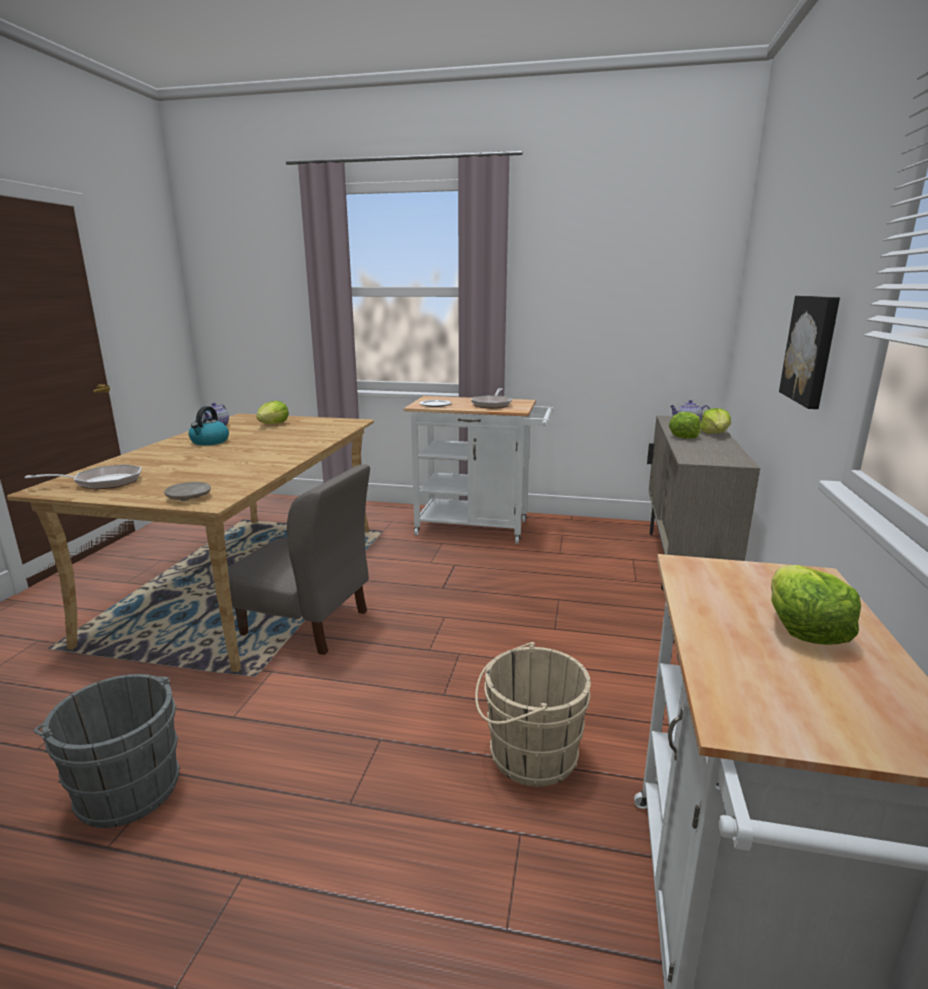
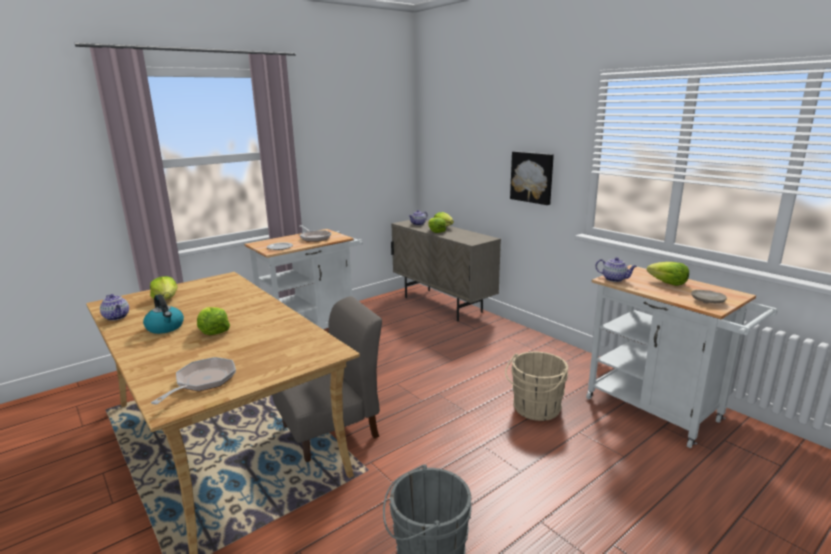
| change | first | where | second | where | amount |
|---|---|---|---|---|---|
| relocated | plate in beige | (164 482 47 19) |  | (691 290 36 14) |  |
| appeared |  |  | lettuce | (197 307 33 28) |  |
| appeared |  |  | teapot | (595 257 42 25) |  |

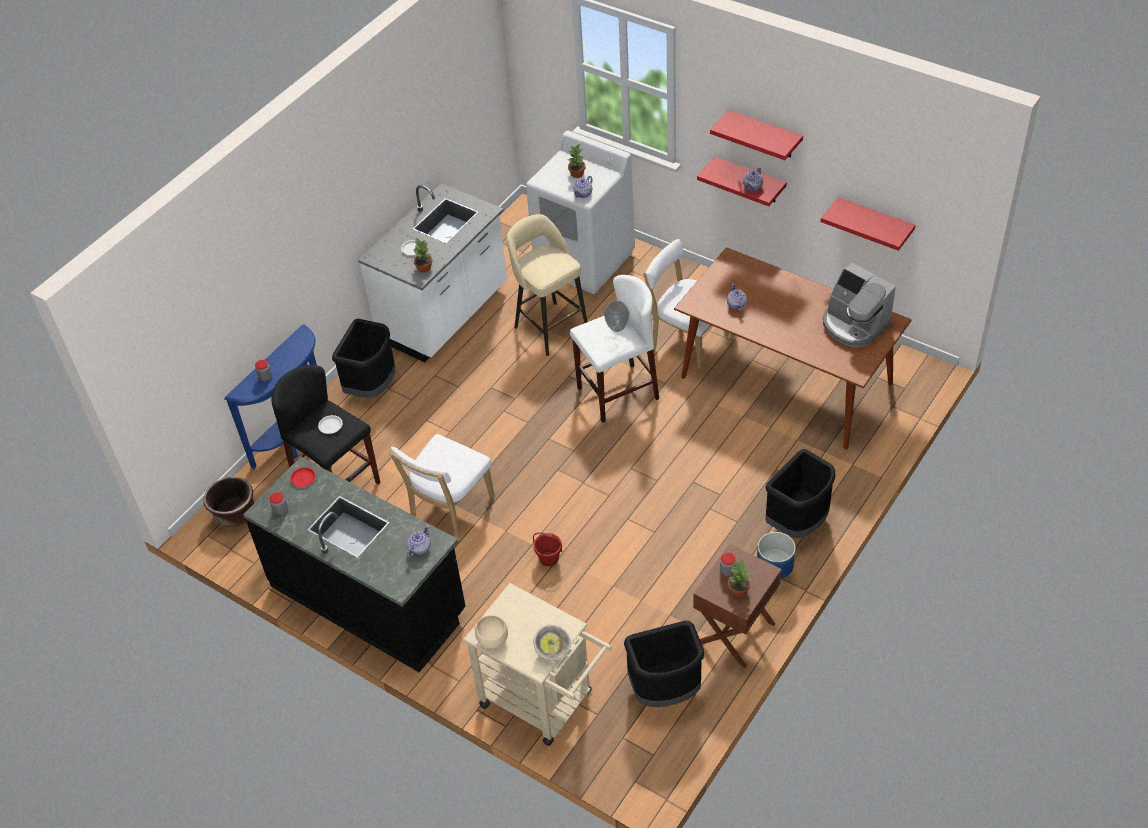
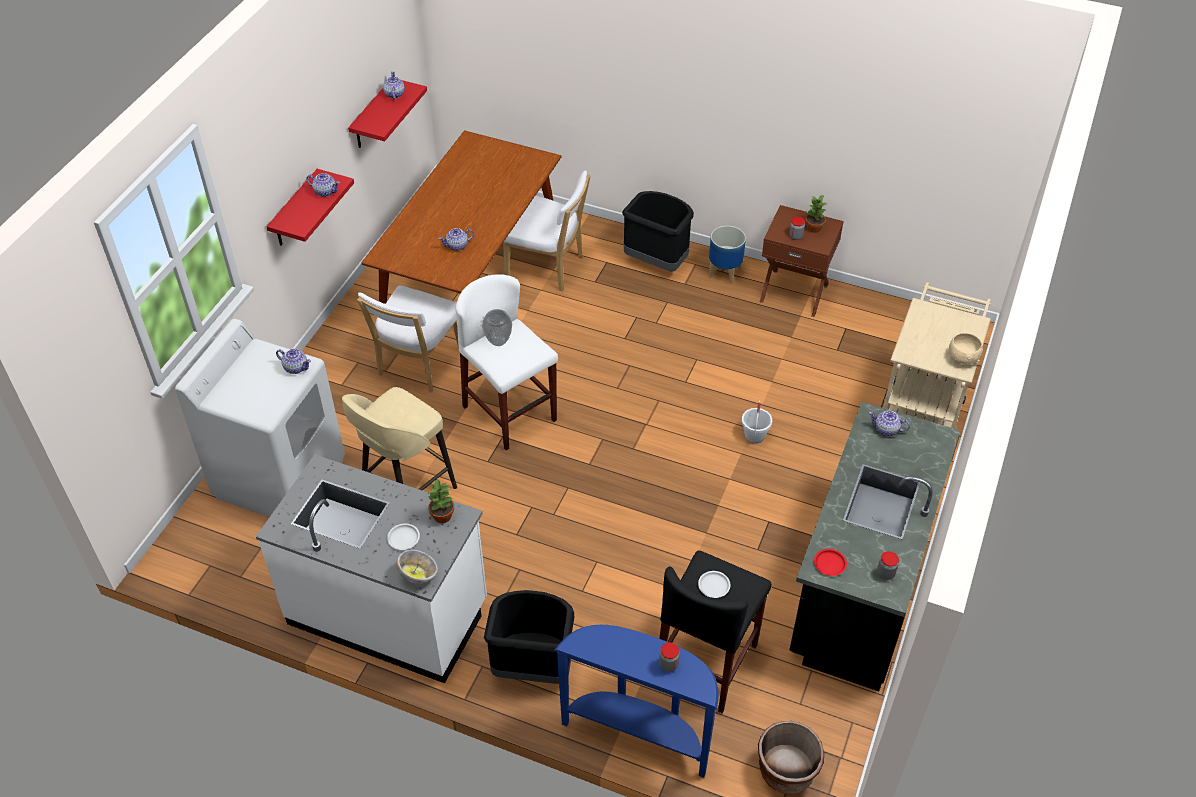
| change | first | where | second | where | amount |
|---|---|---|---|---|---|
| relocated | chair in white | (389 434 106 105) |  | (503 170 87 122) |  |
| colour | bucket in red | (533 532 29 34) | bucket in white | (742 401 30 43) |  |
| relocated | bowl | (534 625 37 36) |  | (397 549 41 35) |  |
| missing | potted plant | (568 144 18 34) |  |  |  |
| missing | trash can in black | (624 621 80 86) |  |  |  |
| missing | shelf in red | (710 110 93 50) |  |  |  |
| missing | coffee machine | (823 263 73 84) |  |  |  |
| appeared |  |  | teapot | (383 71 22 28) |  |

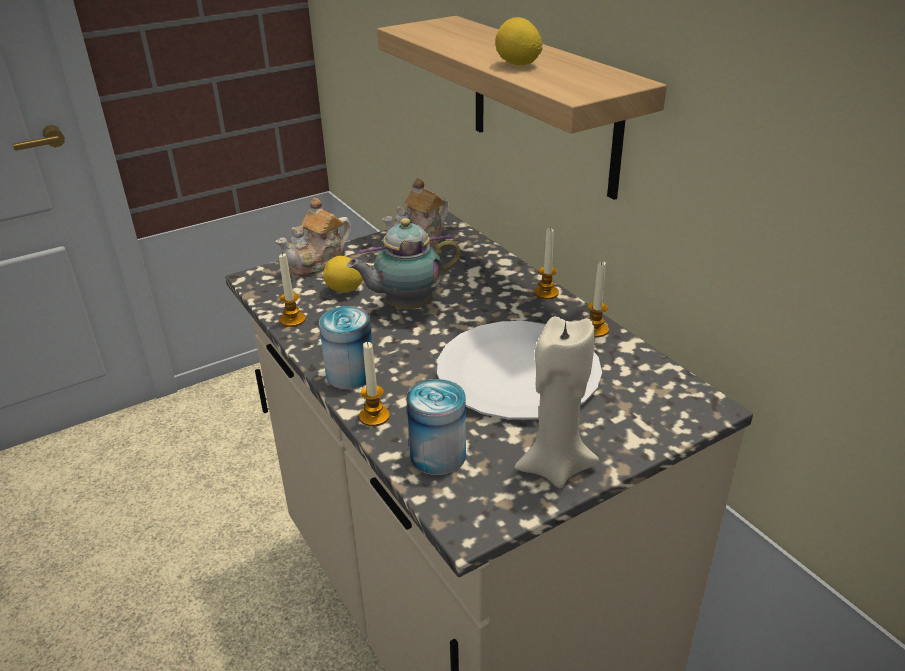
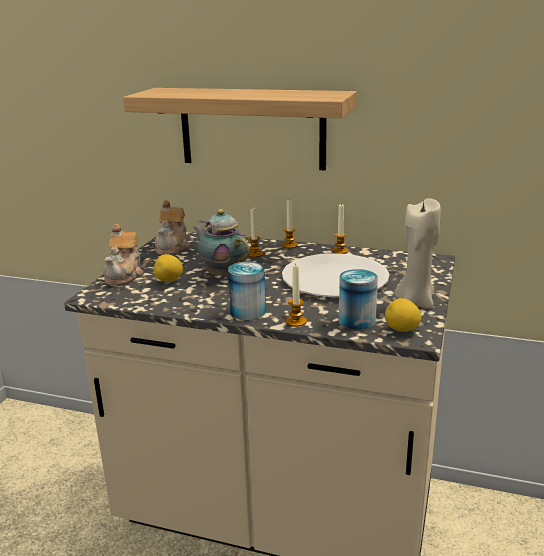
| change | first | where | second | where | amount |
|---|---|---|---|---|---|
| relocated | candle | (279 253 27 74) |  | (248 207 15 51) |  |
| spun | teapot | (347 218 114 91) |  | (193 209 57 69) | 105 degrees clockwise |
| relocated | lemon | (495 17 47 49) |  | (385 298 36 34) |  |

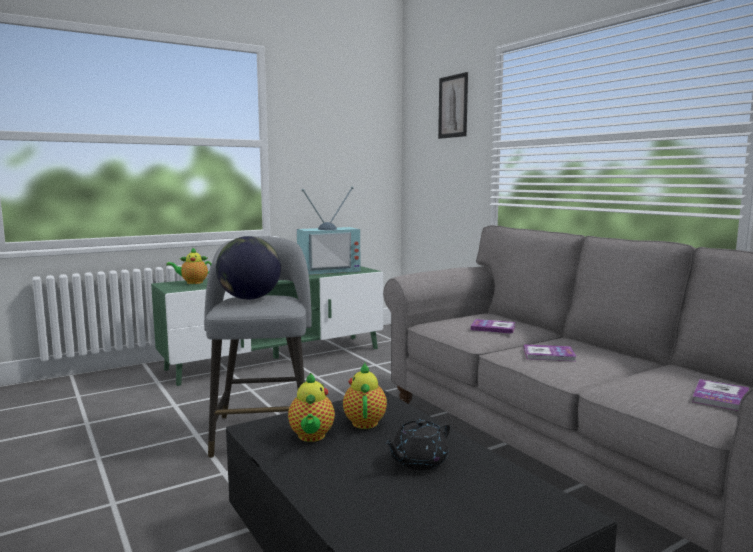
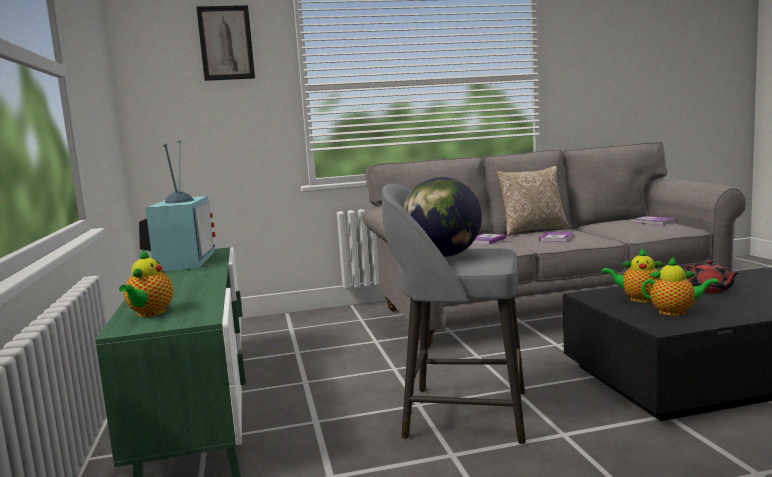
| change | first | where | second | where | amount |
|---|---|---|---|---|---|
| colour | teapot in black | (384 419 66 51) | teapot in red | (685 260 54 33) |  |
| appeared |  |  | pillow | (496 166 74 70) |  |

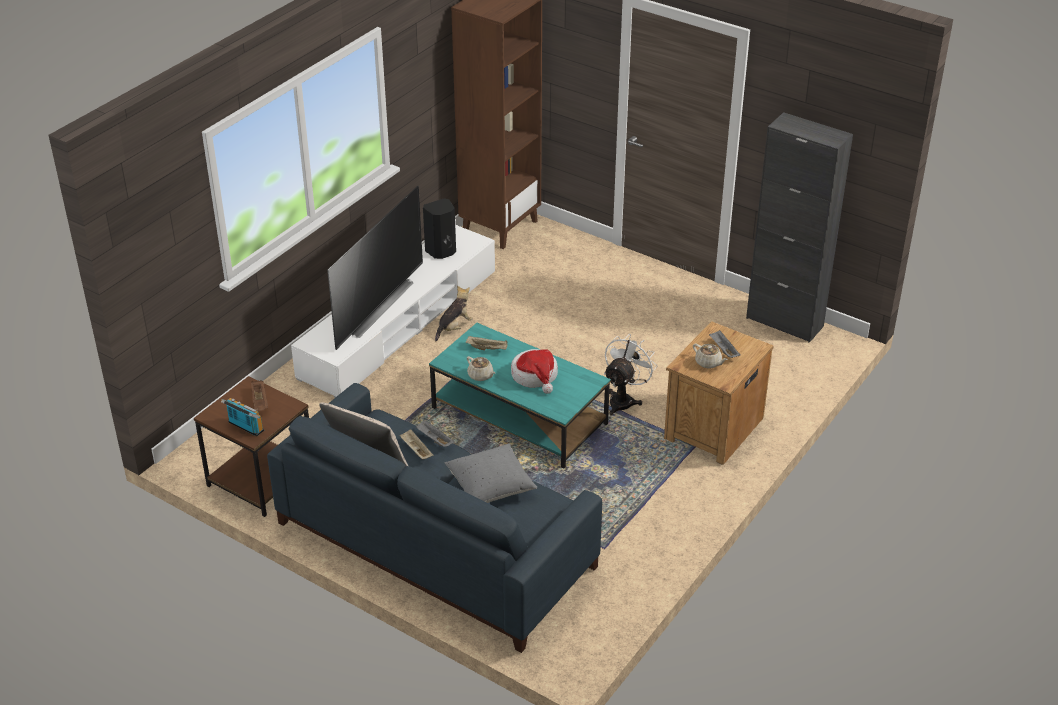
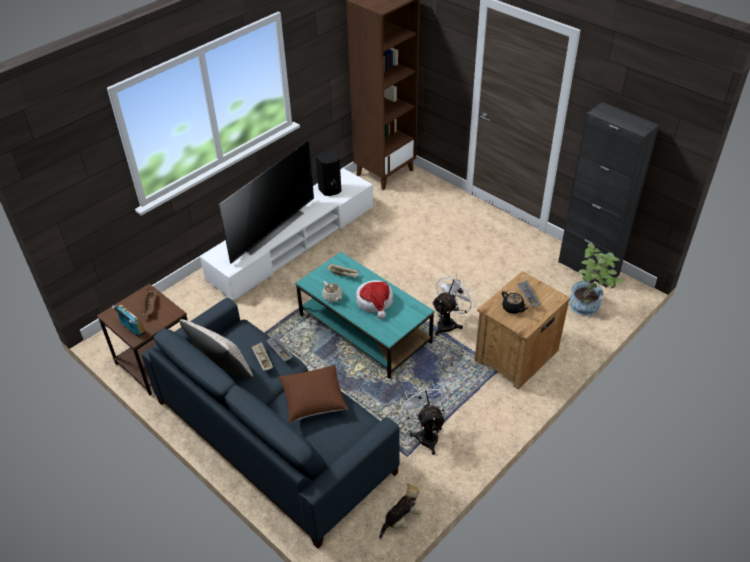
| change | first | where | second | where | amount |
|---|---|---|---|---|---|
| relocated | plush toy | (435 286 38 55) |  | (379 483 42 56) |  |
| colour | pillow in grey | (445 444 92 59) | pillow in brown | (279 365 69 58) |  |
| colour | teapot in beige | (693 344 35 25) | teapot in black | (502 291 26 23) |  |
| appeared |  |  | fan in white | (400 381 50 74) |  |
| appeared |  |  | potted plant | (570 243 54 73) |  |

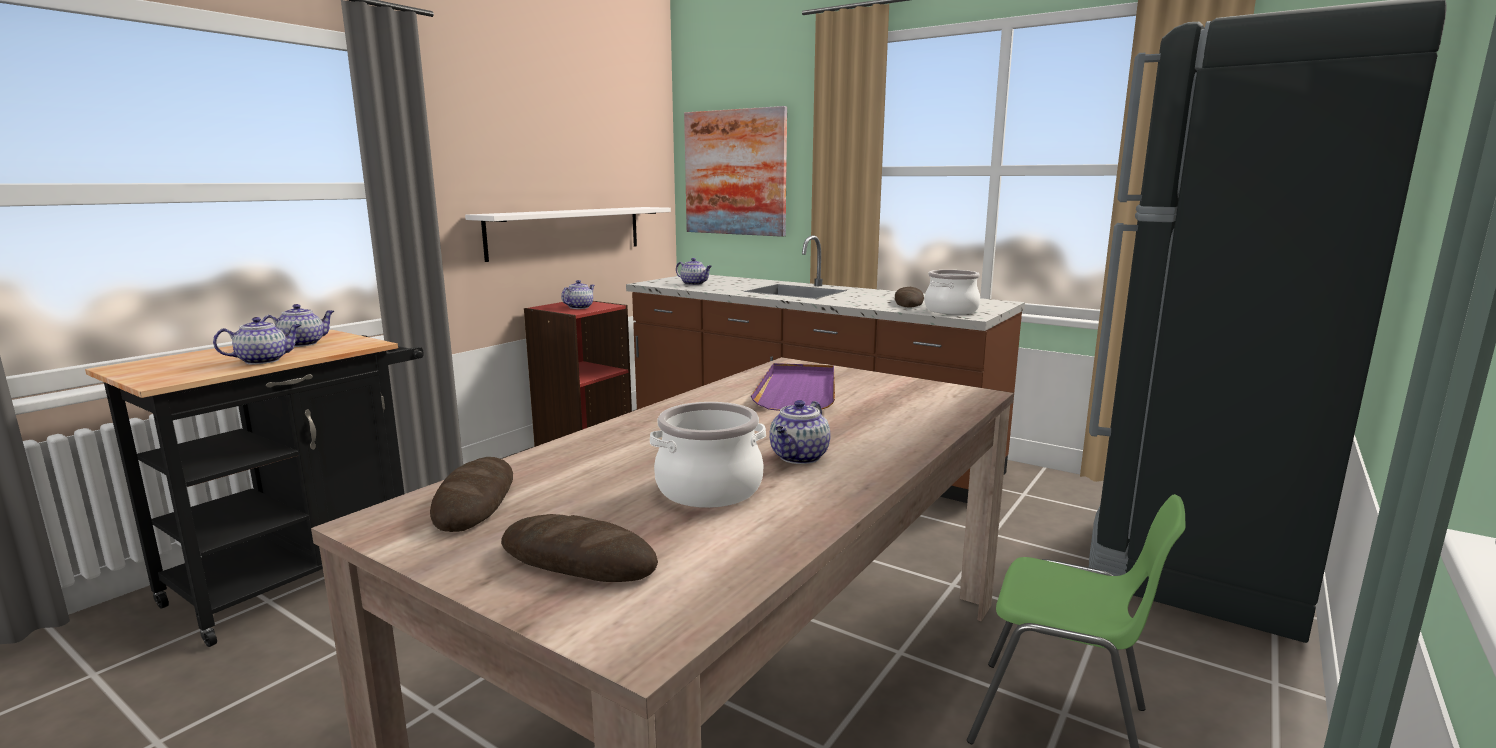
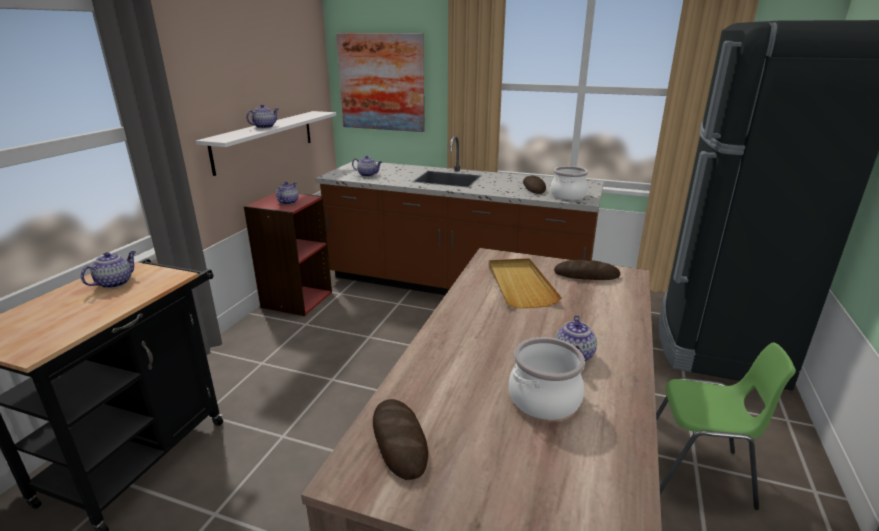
| change | first | where | second | where | amount |
|---|---|---|---|---|---|
| relocated | teapot | (213 317 88 48) |  | (246 104 32 24) |  |
| relocated | bread | (501 514 157 68) |  | (554 260 66 20) |  |
| colour | tray in purple | (751 363 84 48) | tray in beige | (488 258 74 50) |  |

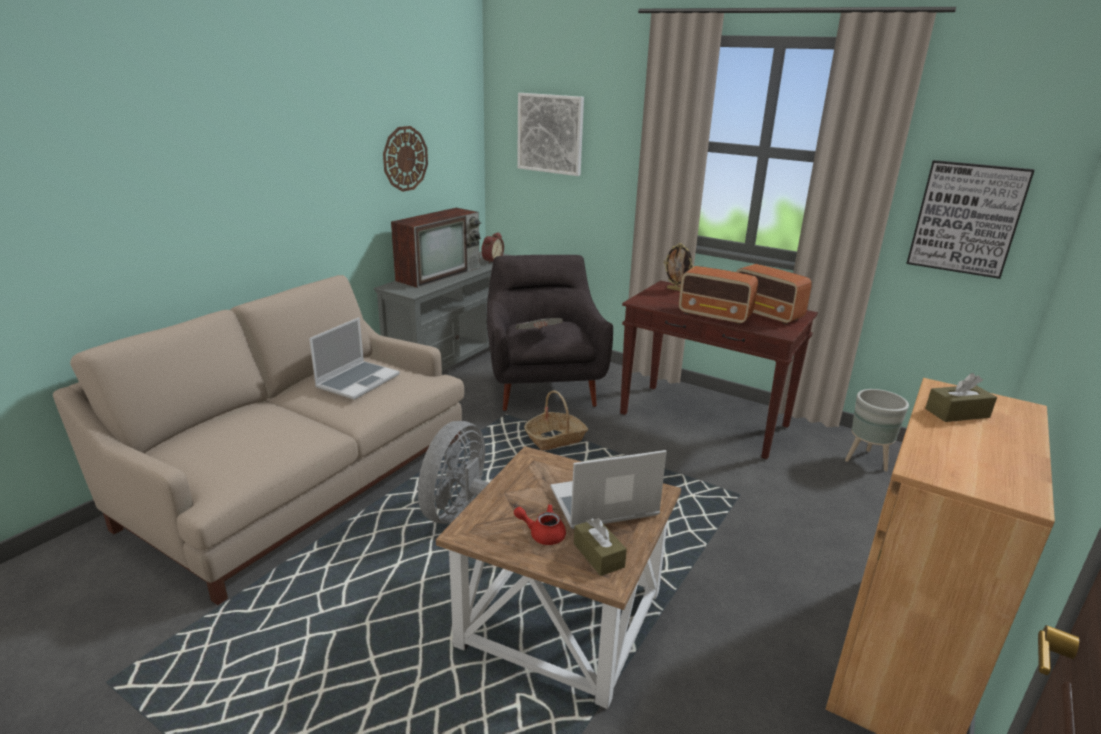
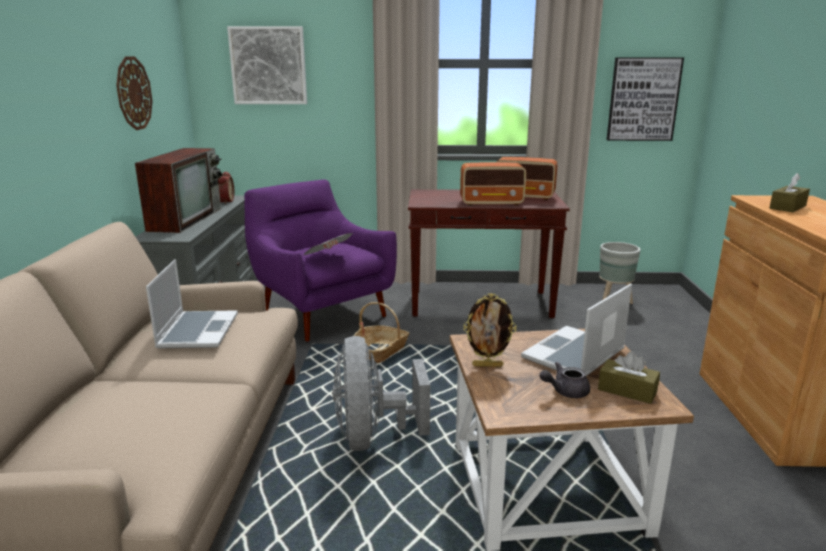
| change | first | where | second | where | amount |
|---|---|---|---|---|---|
| colour | armchair in grey | (487 255 126 156) | armchair in purple | (244 180 153 162) |  |
| colour | teapot in red | (514 504 52 41) | teapot in grey | (540 362 50 36) |  |
| relocated | picture frame | (664 243 29 48) |  | (463 293 53 74) |  |

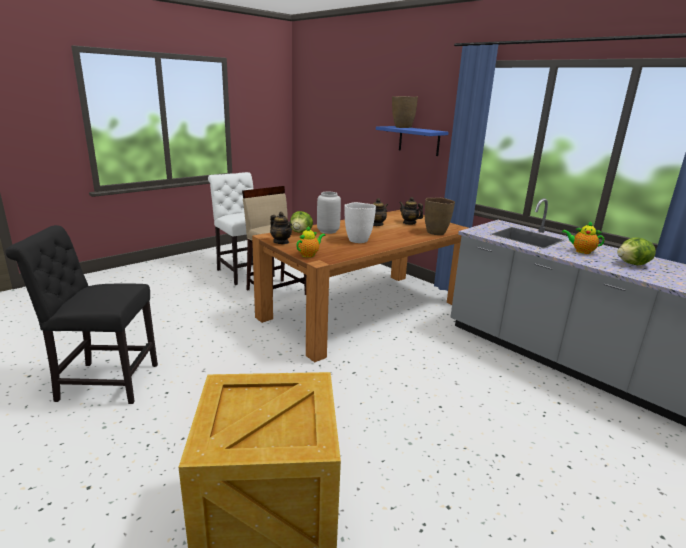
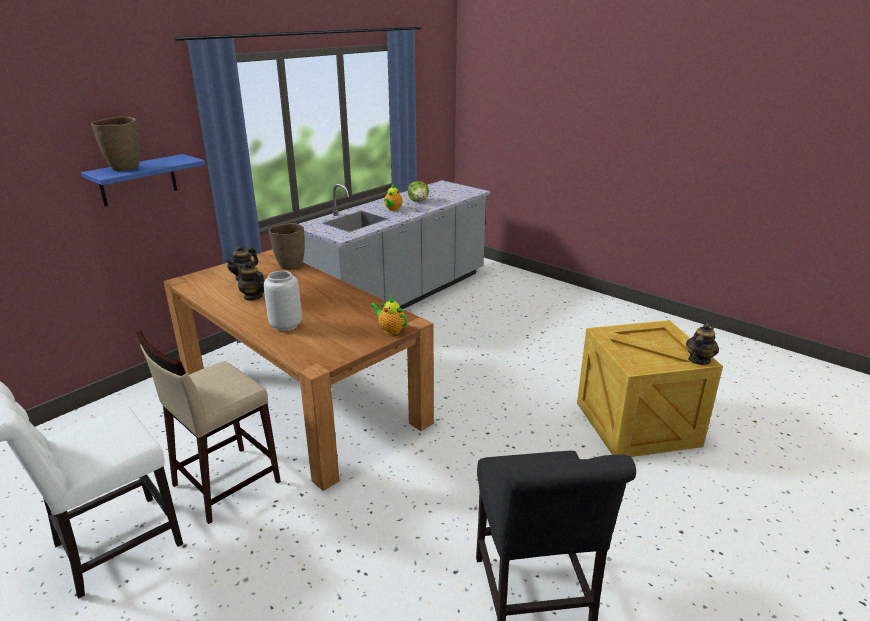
| change | first | where | second | where | amount |
|---|---|---|---|---|---|
| relocated | teapot | (270 212 22 32) |  | (686 323 33 42) |  |
| missing | lettuce | (290 211 23 22) |  |  |  |
| missing | vase in white | (344 202 32 41) |  |  |  |

